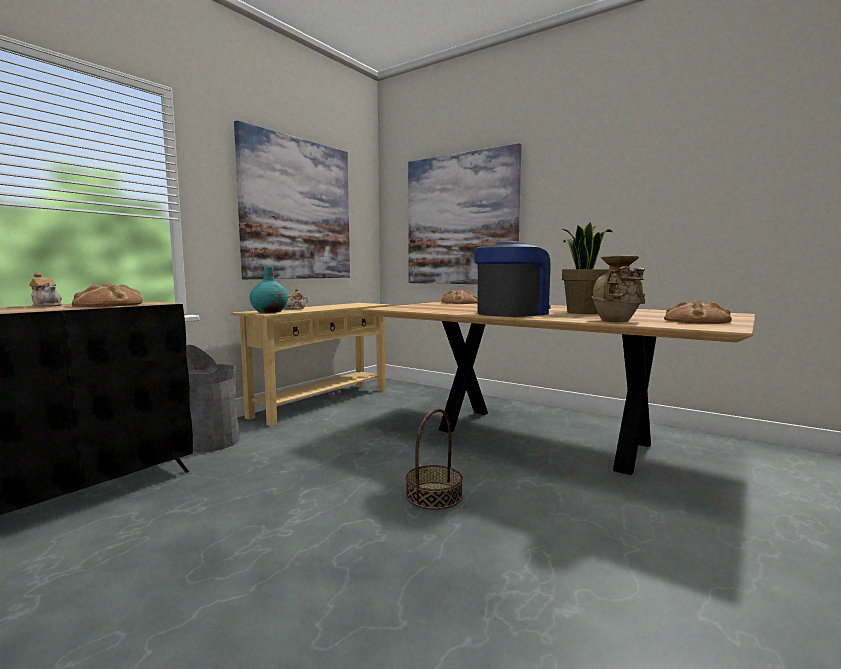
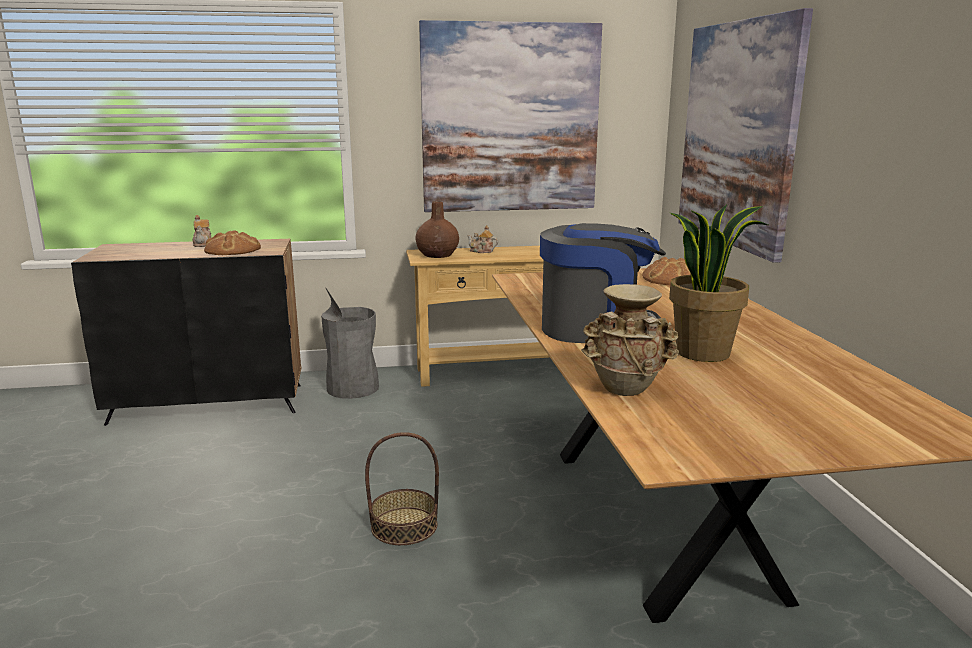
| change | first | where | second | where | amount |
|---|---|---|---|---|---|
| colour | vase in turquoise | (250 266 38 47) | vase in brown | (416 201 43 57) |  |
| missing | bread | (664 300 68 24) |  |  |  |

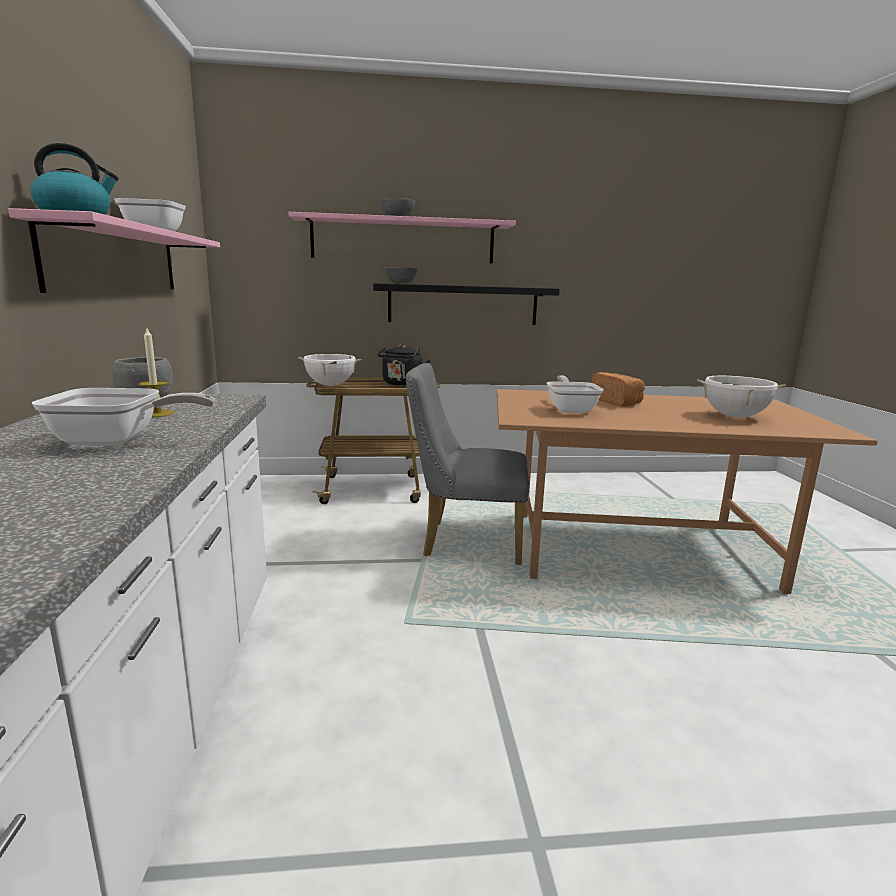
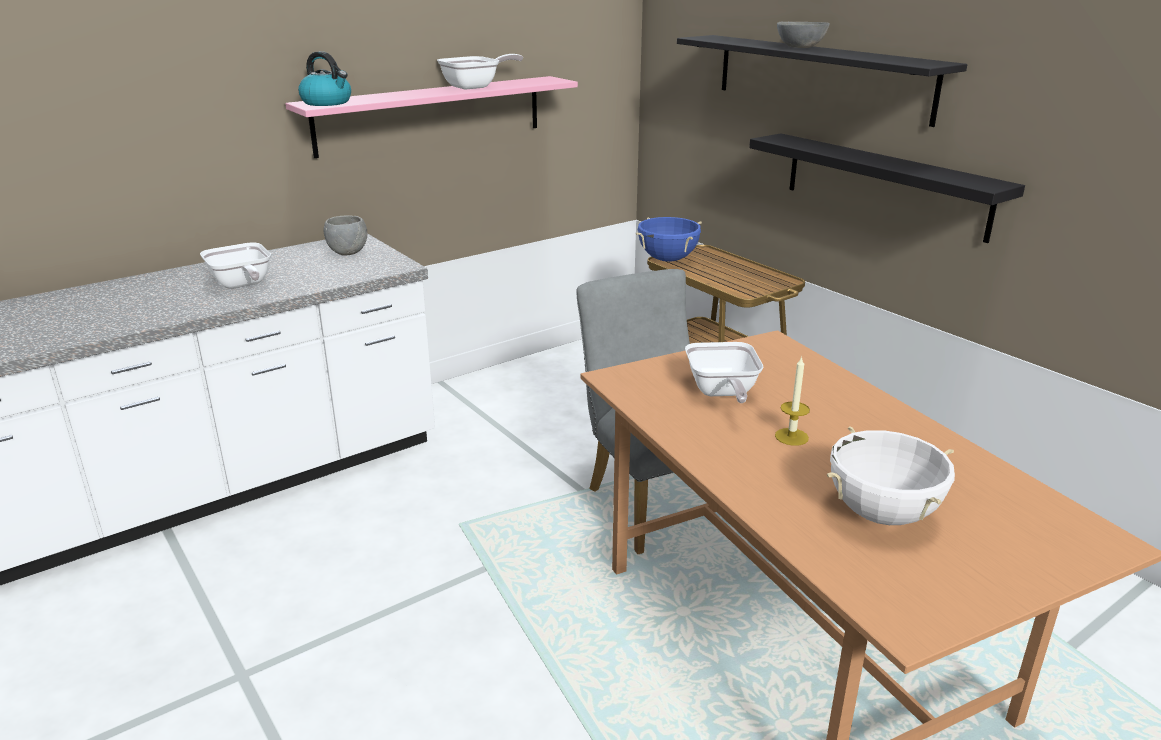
| change | first | where | second | where | amount |
|---|---|---|---|---|---|
| relocated | candle | (138 328 37 89) |  | (775 356 35 90) |  |
| colour | shelf in pink | (288 212 228 51) | shelf in black | (677 35 290 92) |  |
| colour | cooking pot in white | (298 354 63 32) | cooking pot in blue | (636 217 66 45) |  |
| missing | kettle in black | (377 345 53 41) |  |  |  |
| missing | bowl in grey | (385 267 33 17) |  |  |  |
| spun | frying pan | (547 375 57 38) |  | (685 342 79 61) | 120 degrees clockwise |
| missing | bread | (591 372 54 35) |  |  |  |

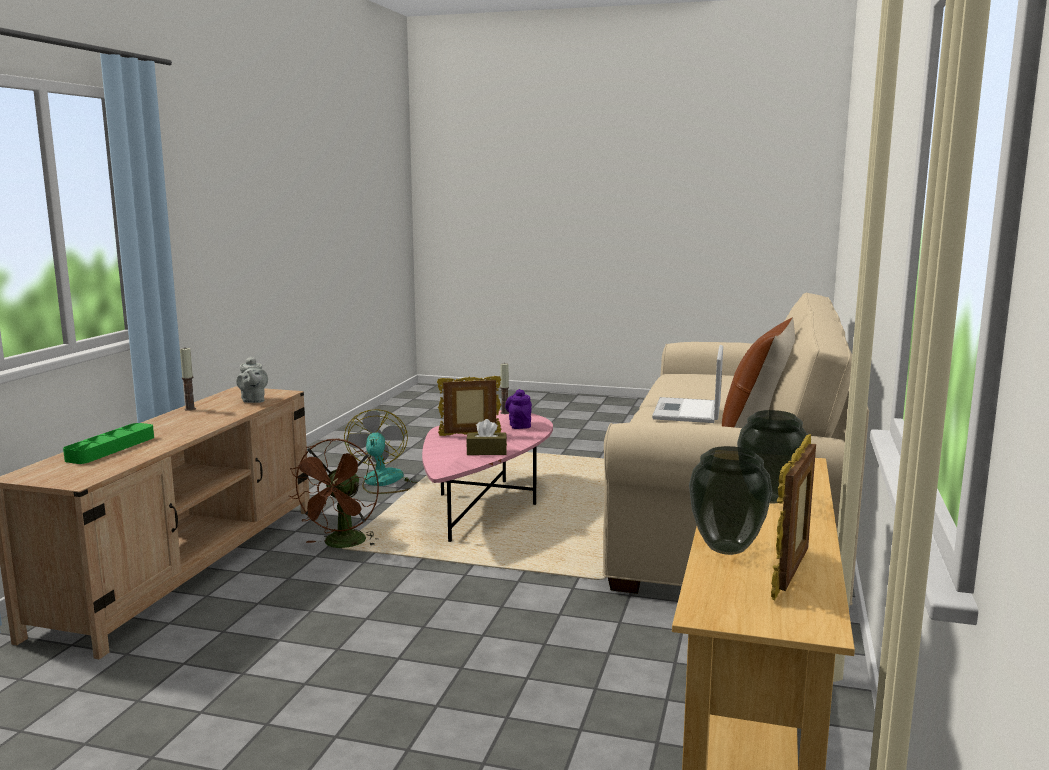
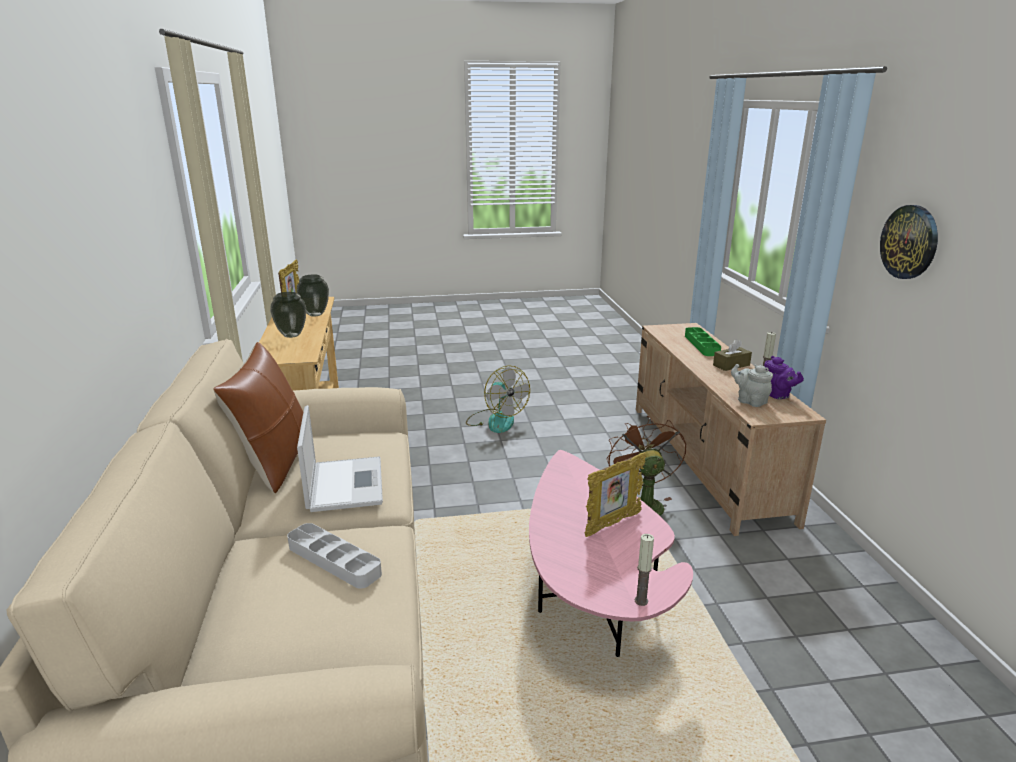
| change | first | where | second | where | amount |
|---|---|---|---|---|---|
| relocated | fan | (344 409 74 85) |  | (466 365 64 68) |  |
| relocated | tissue box in brown | (466 419 41 36) |  | (713 339 39 32) |  |
| relocated | teapot in purple | (505 389 27 40) |  | (764 356 40 43) |  |
| appeared |  |  | tray in grey | (287 523 95 66) |  |
| appeared |  |  | wall clock | (880 205 58 74) |  |

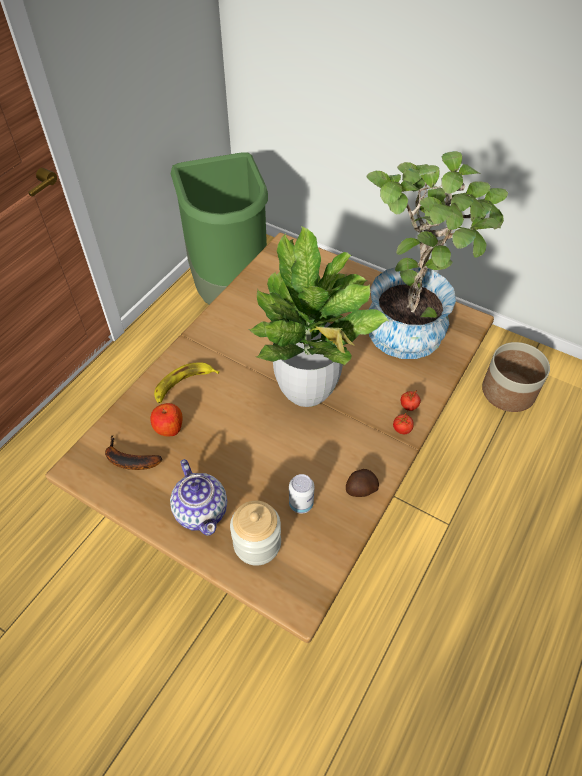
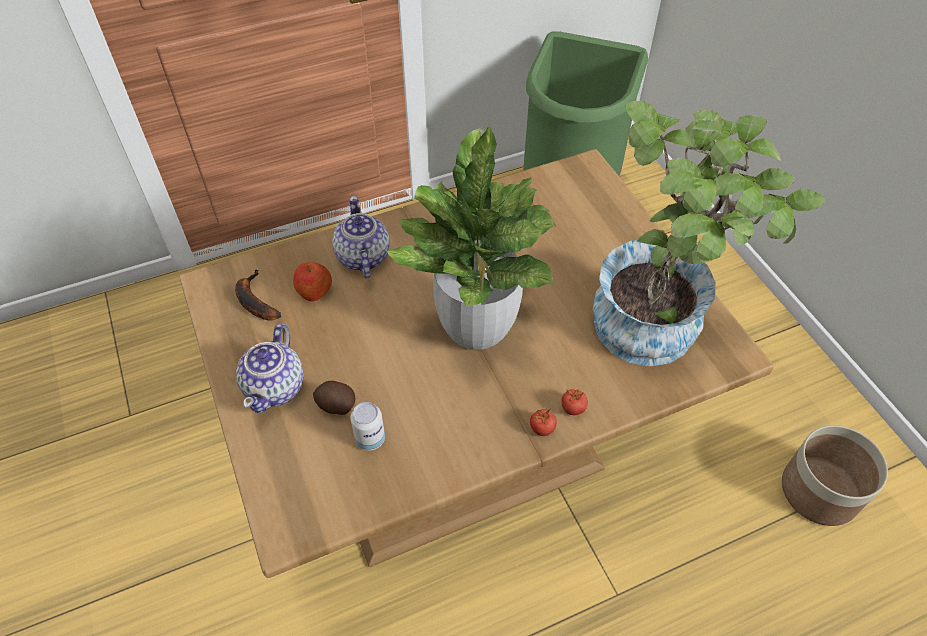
| change | first | where | second | where | amount |
|---|---|---|---|---|---|
| exchanged | banana | (154 362 66 41) | teapot | (332 196 58 83) |  |
| missing | jar | (230 501 51 65) |  |  |  |
| relocated | potato | (346 469 33 28) |  | (313 381 42 34) |  |

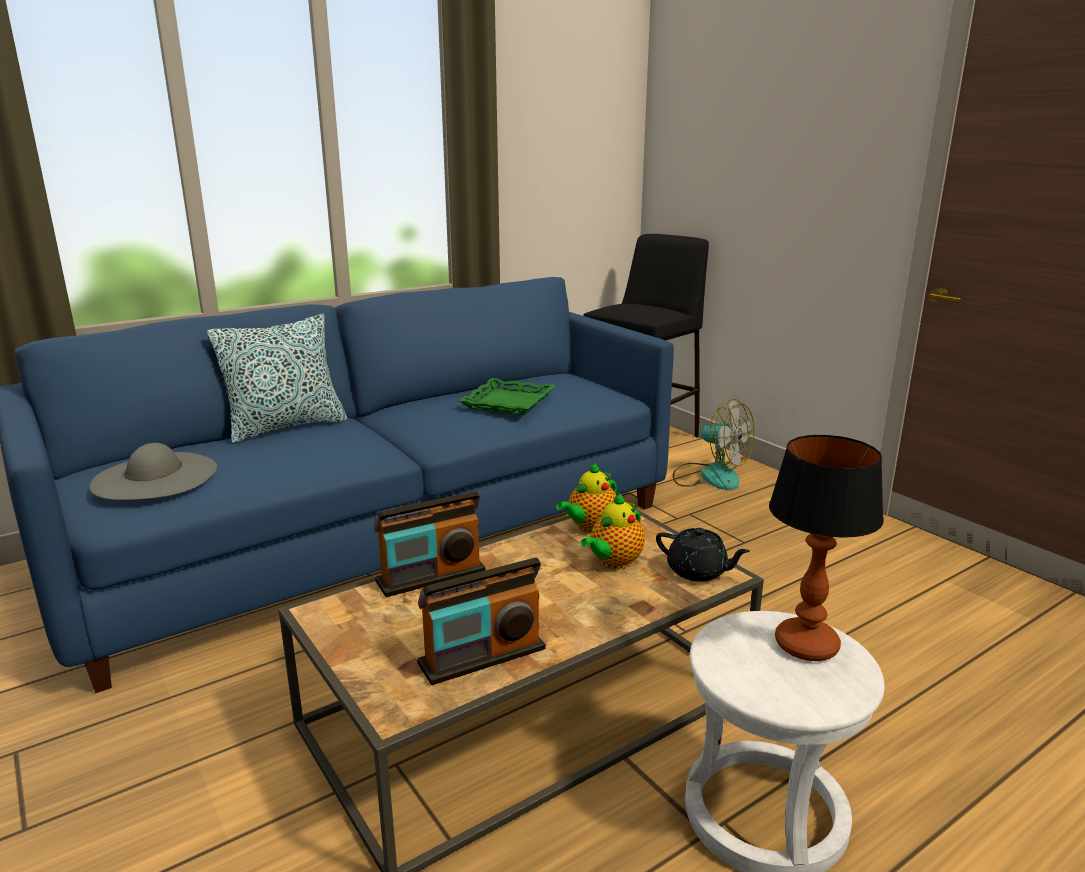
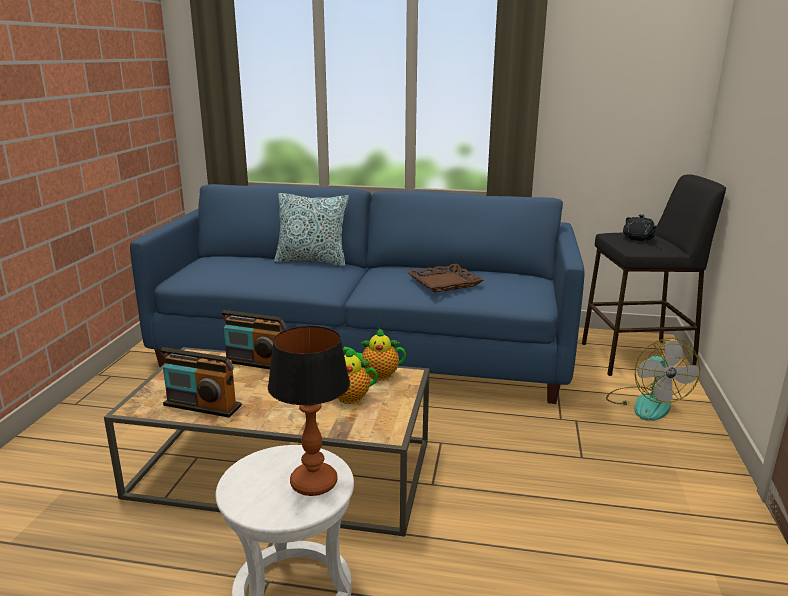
| change | first | where | second | where | amount |
|---|---|---|---|---|---|
| missing | hat in grey | (90 443 127 57) |  |  |  |
| colour | tray in green | (459 378 96 37) | tray in brown | (407 264 77 29) |  |
| relocated | teapot in black | (656 528 94 54) |  | (623 214 35 27) |  |

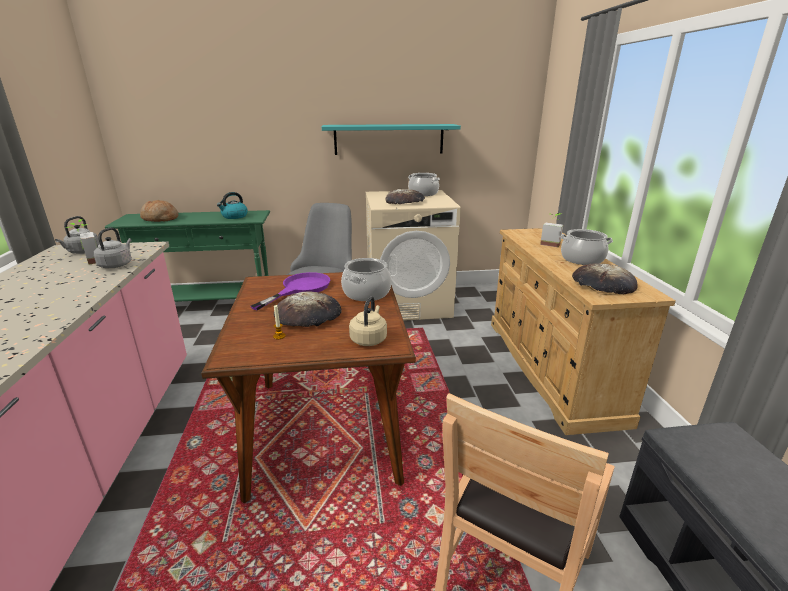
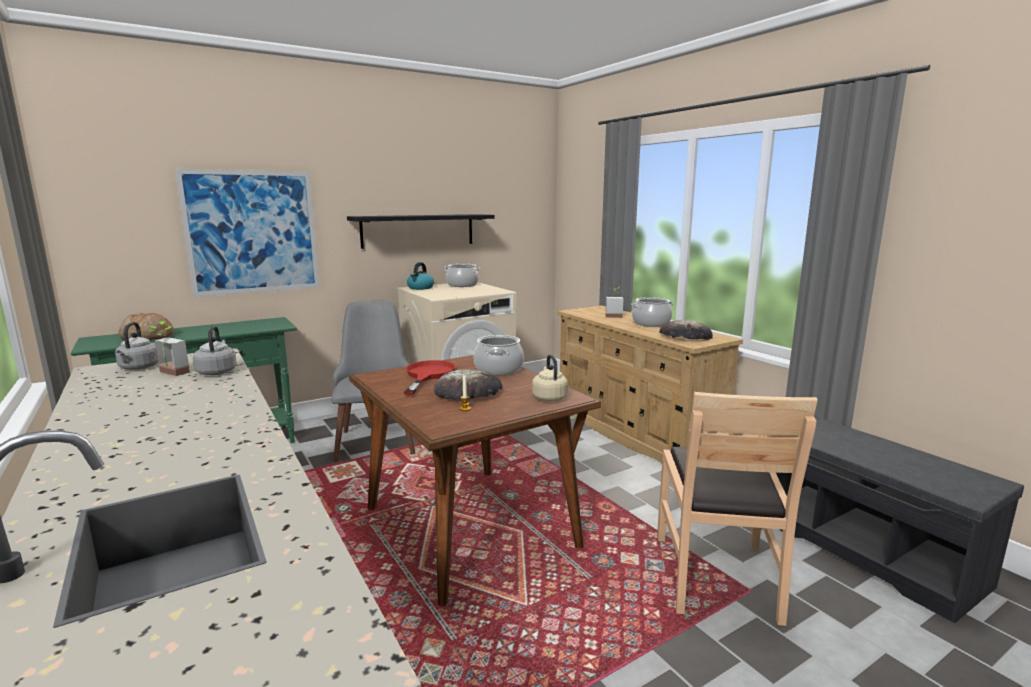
| change | first | where | second | where | amount |
|---|---|---|---|---|---|
| relocated | kettle | (217 192 31 27) |  | (407 262 27 28) |  |
| colour | frying pan in purple | (250 272 80 38) | frying pan in red | (404 360 52 35) |  |
| colour | shelf in turquoise | (322 124 139 31) | shelf in black | (347 214 148 35) |  |
| missing | bread | (385 189 40 15) |  |  |  |
| appeared |  |  | picture | (175 169 145 128) |  |

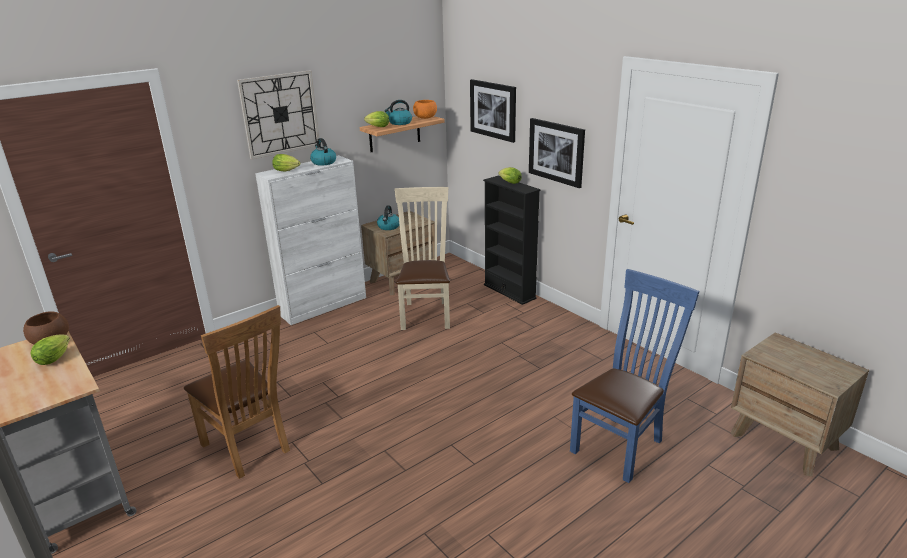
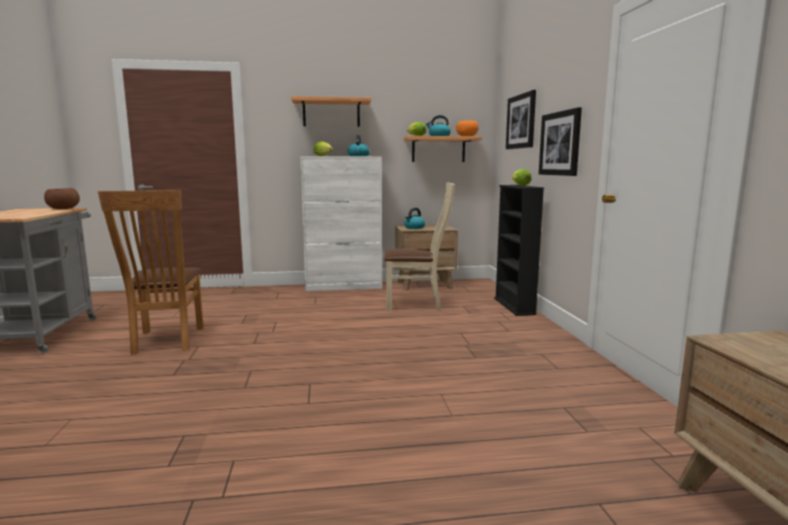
| change | first | where | second | where | amount |
|---|---|---|---|---|---|
| missing | lettuce | (31 335 39 30) |  |  |  |
| exchanged | wall clock | (237 70 82 89) | shelf | (291 96 80 31) |  |
| spun | chair in beige | (394 187 56 143) |  | (384 182 71 129) | 60 degrees clockwise |
| missing | chair in blue | (570 269 130 214) |  |  |  |

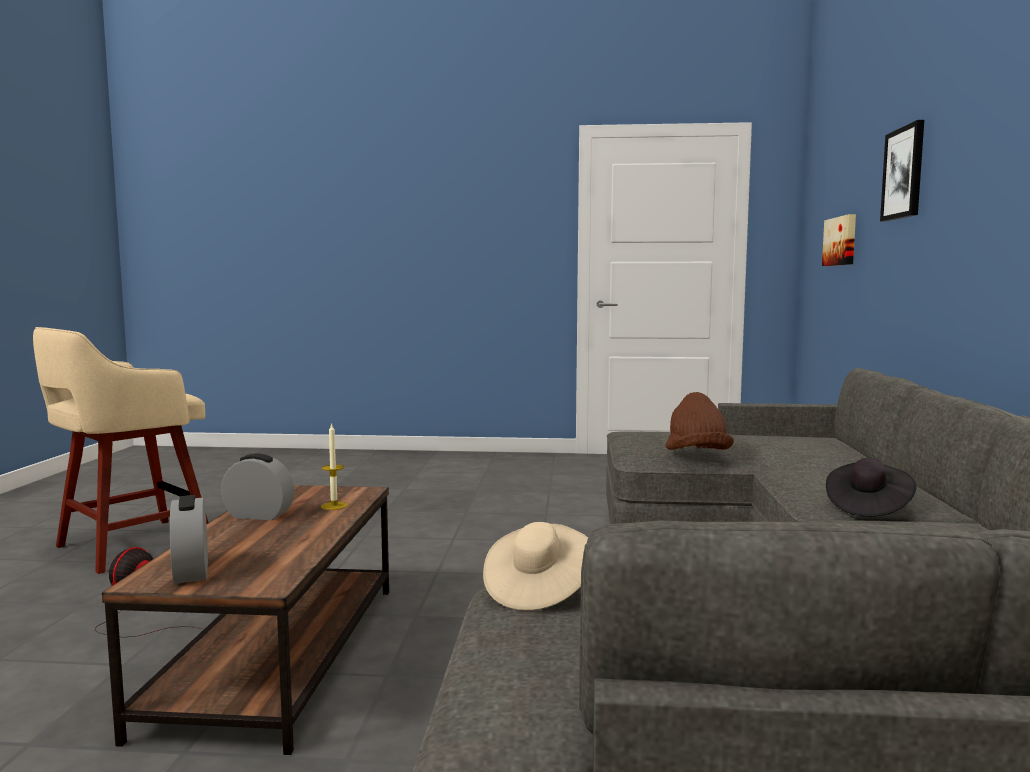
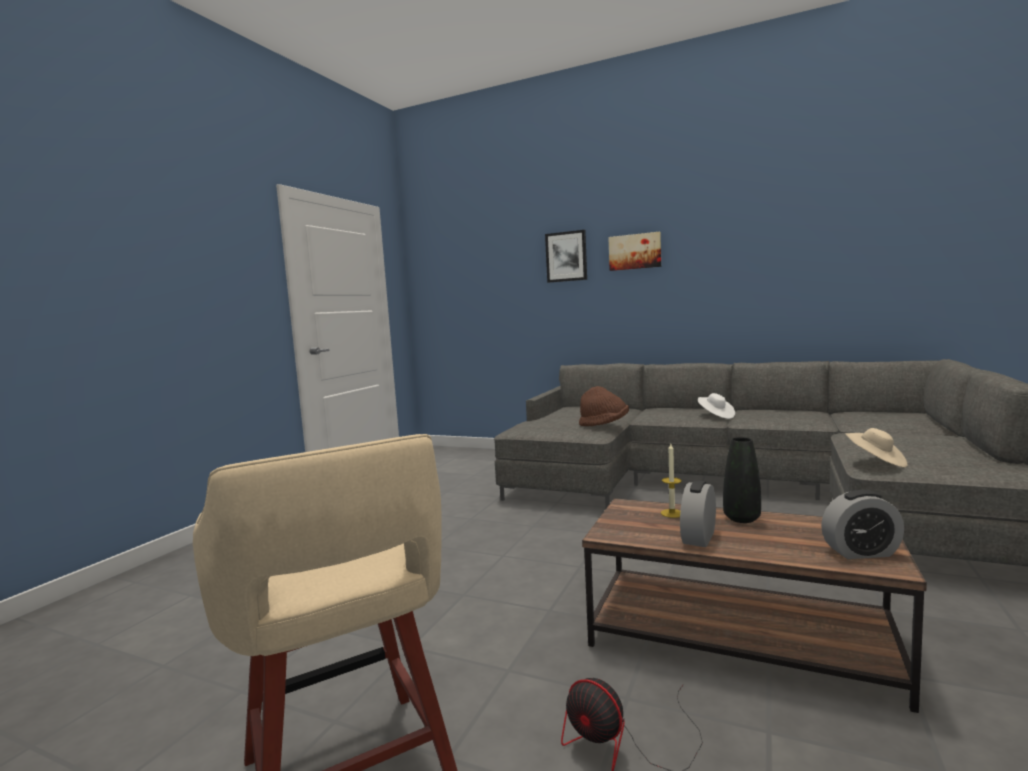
| change | first | where | second | where | amount |
|---|---|---|---|---|---|
| relocated | picture | (822 214 34 52) |  | (608 232 53 39) |  |
| colour | hat in black | (826 458 90 59) | hat in white | (698 393 37 26) |  |
| appeared |  |  | vase in black | (723 437 38 86) |  |

